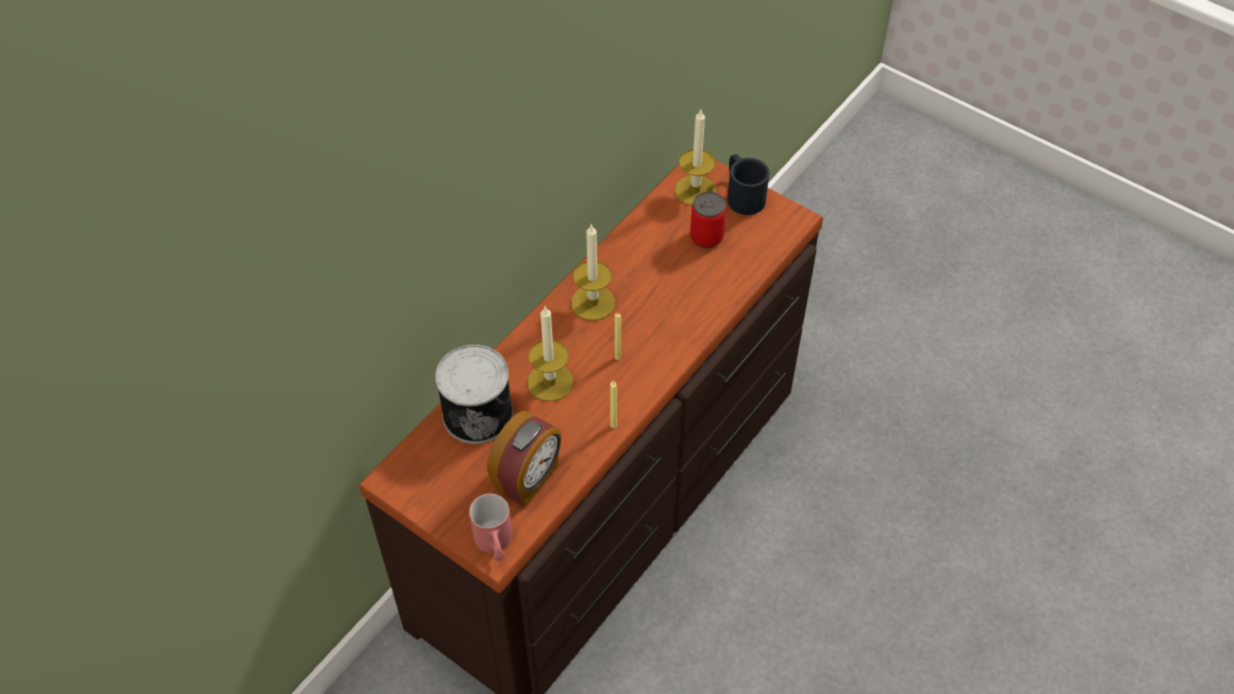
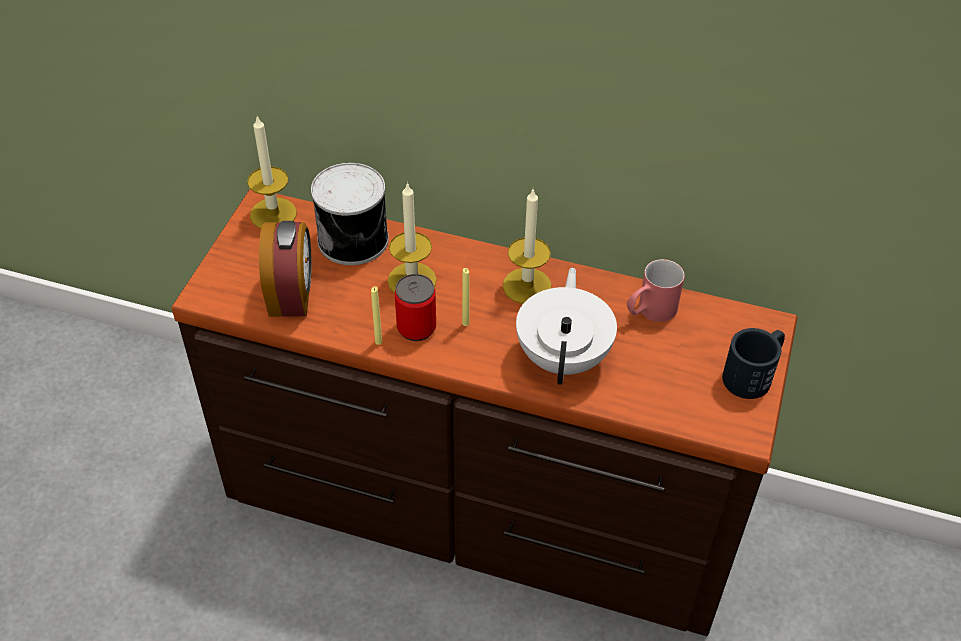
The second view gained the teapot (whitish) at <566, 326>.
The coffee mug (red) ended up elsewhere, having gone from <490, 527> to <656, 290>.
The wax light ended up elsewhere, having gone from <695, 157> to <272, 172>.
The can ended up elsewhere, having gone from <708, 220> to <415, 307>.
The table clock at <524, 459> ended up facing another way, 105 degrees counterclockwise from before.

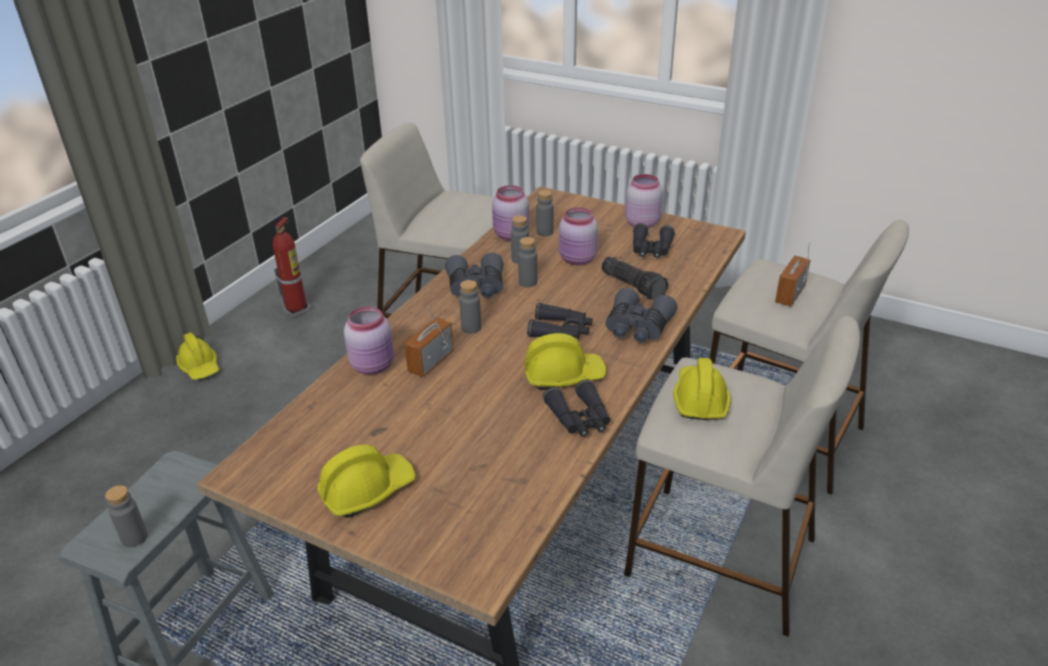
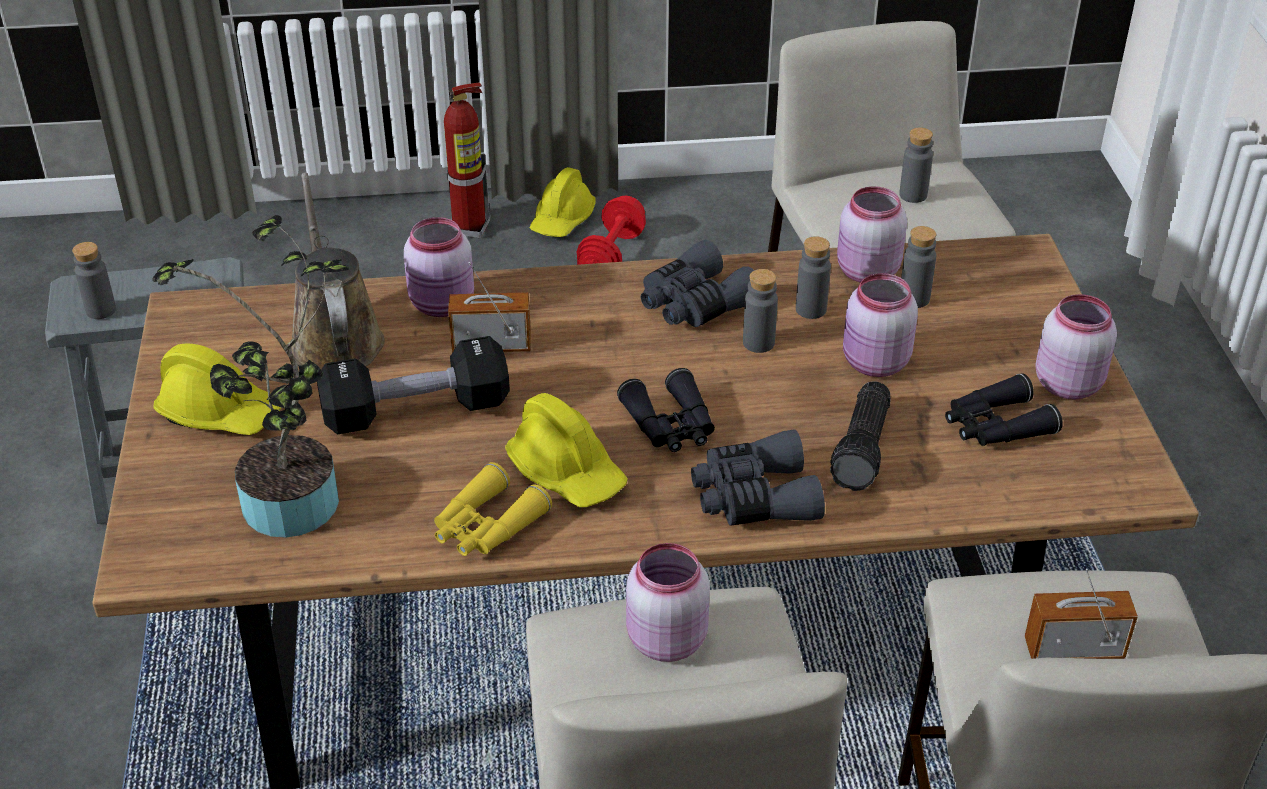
The second view gained the plant in a pot at <250, 376>.
The second view gained the sprinkling can (brown-coloured) at <337, 270>.
The second view gained the hand weight (black) at <413, 385>.
The second view gained the hand weight (red) at <611, 230>.
The extinguisher ended up elsewhere, having gone from <292, 267> to <467, 160>.
The bottle (gray) ended up elsewhere, having gone from <470, 307> to <916, 165>.
Where the safety helmet (yellowish) stood at <702, 389>, the storage jar (pink-coloured) came to stand at <668, 602>.
What was the pair of binoculars (black) at <576, 408> turned into the pair of binoculars (yellowish) at <493, 509>.

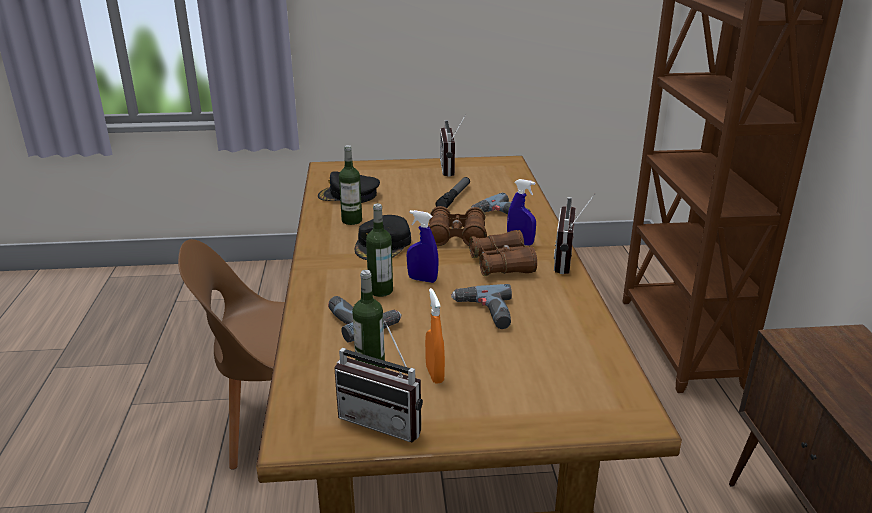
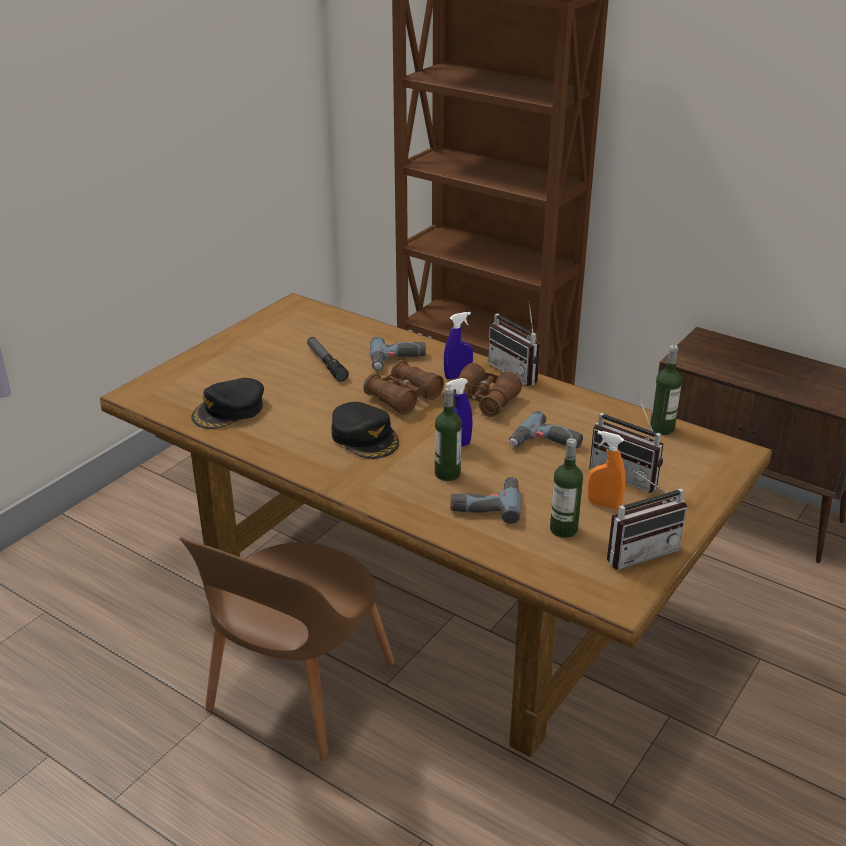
The bottle ended up elsewhere, having gone from <350, 185> to <666, 390>.
The radio receiver ended up elsewhere, having gone from <453, 145> to <626, 444>.

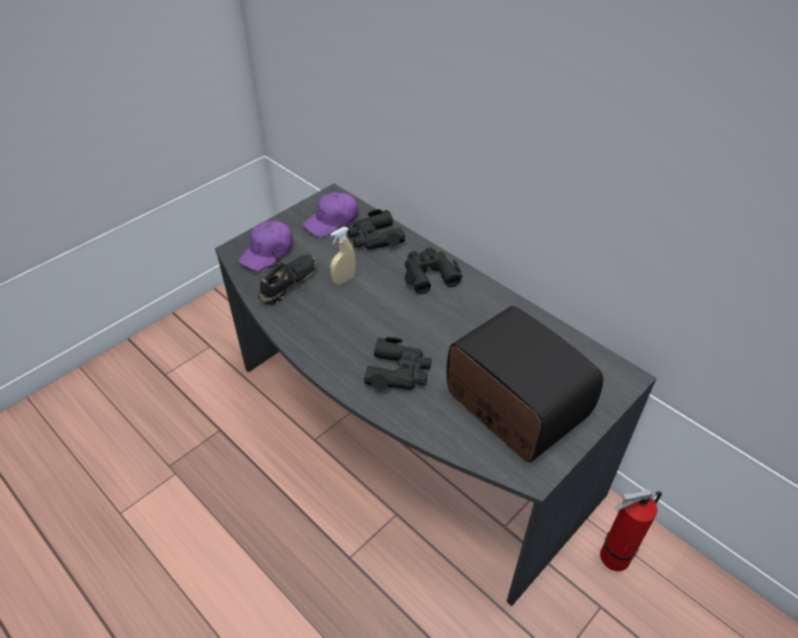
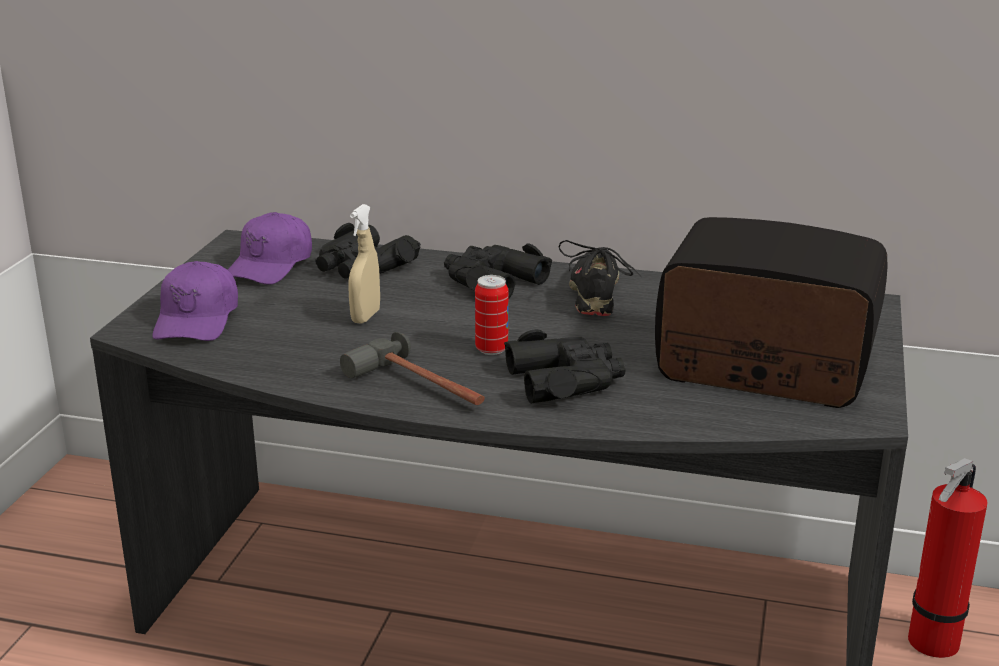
The second view gained the hand hammer at <412, 368>.
The second view gained the can at <492, 315>.
The low shoe (black) ended up elsewhere, having gone from <285, 278> to <600, 278>.

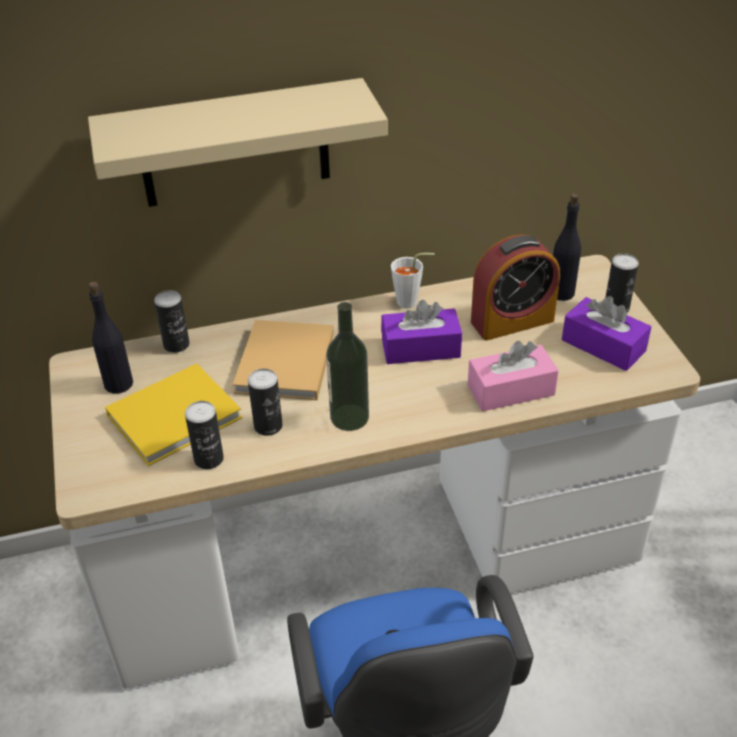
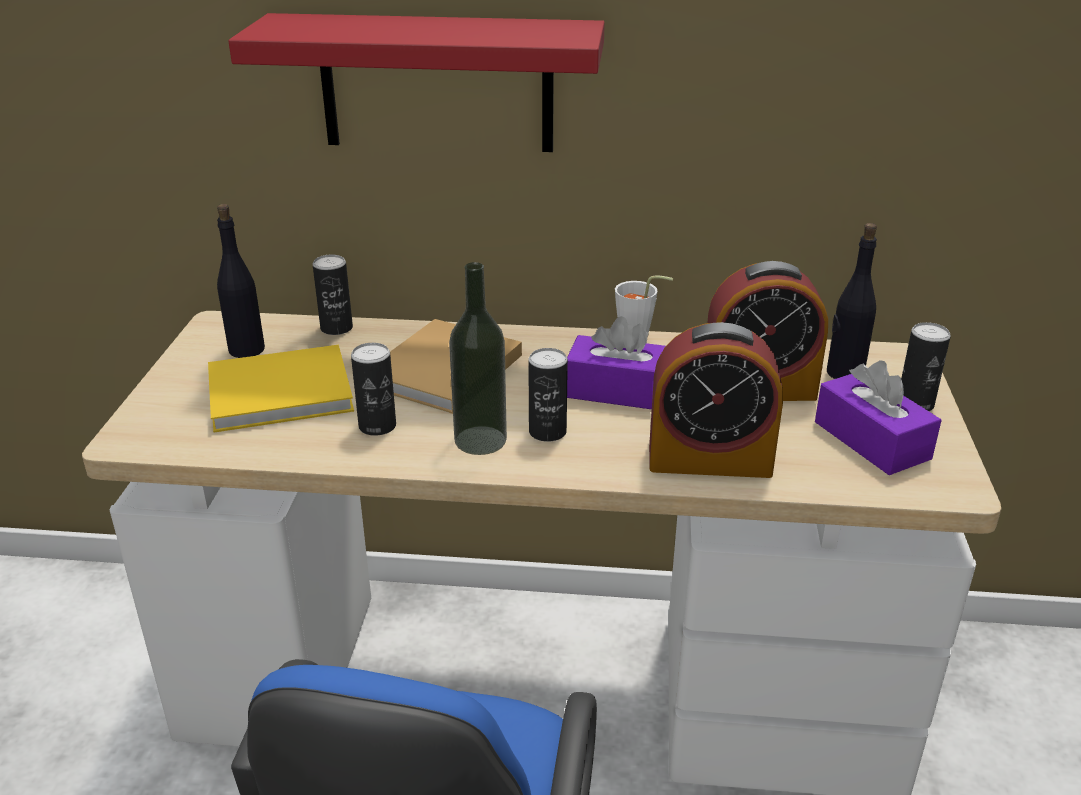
The can ended up elsewhere, having gone from <204, 435> to <548, 395>.
Where the tissue holder (pink-coloured) stood at <513, 376>, the table clock came to stand at <716, 400>.
What was the wall shelf (sand-coloured) at <238, 142> turned into the wall shelf (red) at <416, 82>.

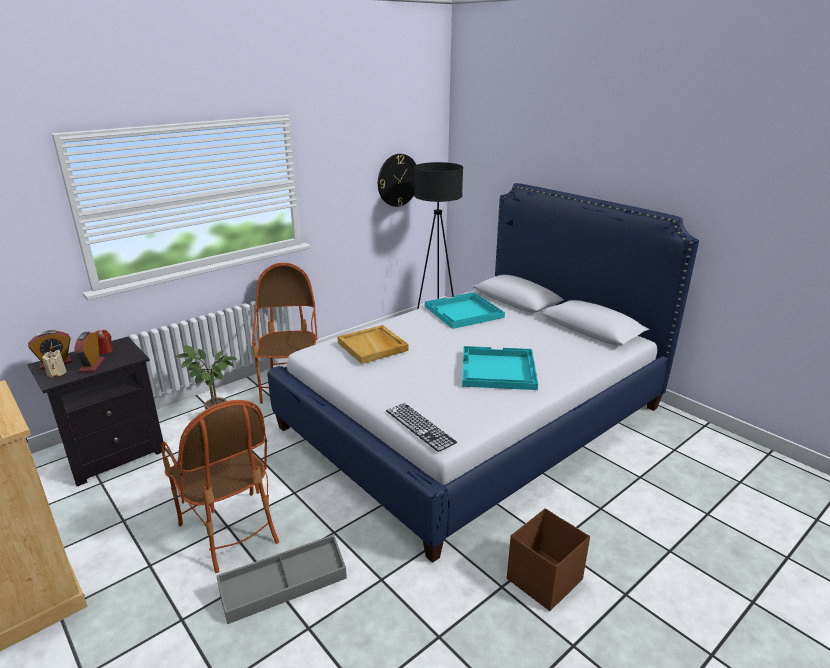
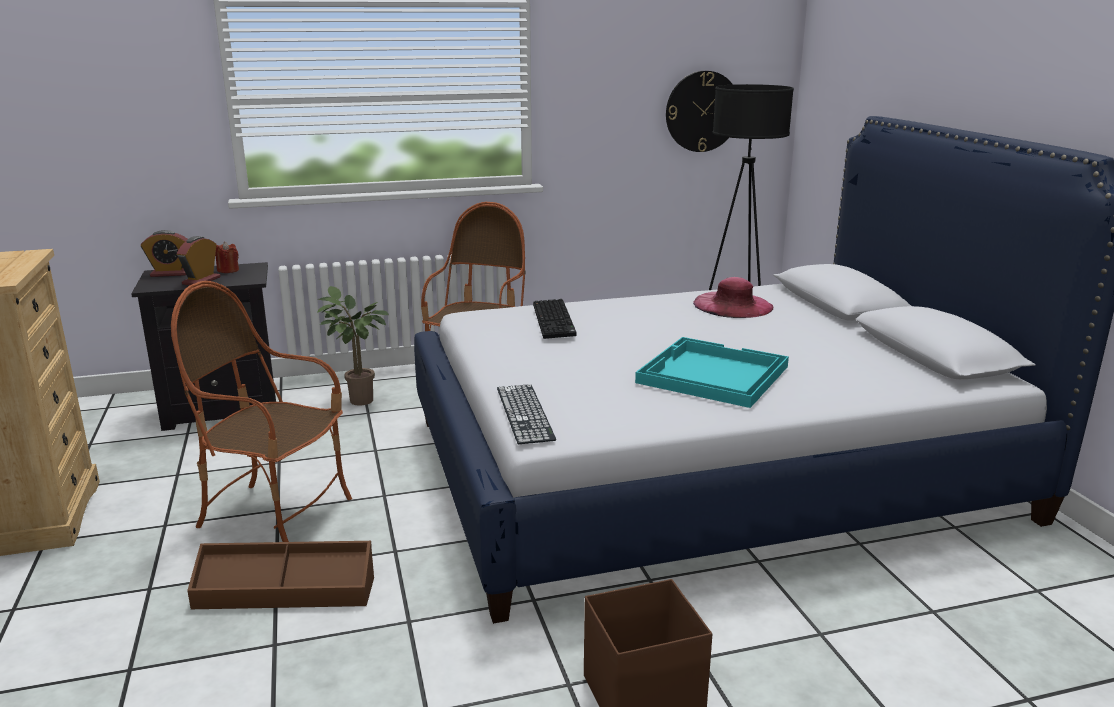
The second view lost the wax light (sand-coloured) at <54, 364>.
Where the tray (sand-coloured) stood at <373, 344>, the keyboard came to stand at <555, 319>.
Where the tray (turquoise) stood at <465, 310>, the clothing hat (pink-coloured) came to stand at <733, 297>.
What was the storage box (gray) at <281, 579> turned into the storage box (brown-coloured) at <280, 575>.
The armchair at <220, 486> ended up facing another way, 120 degrees clockwise from before.

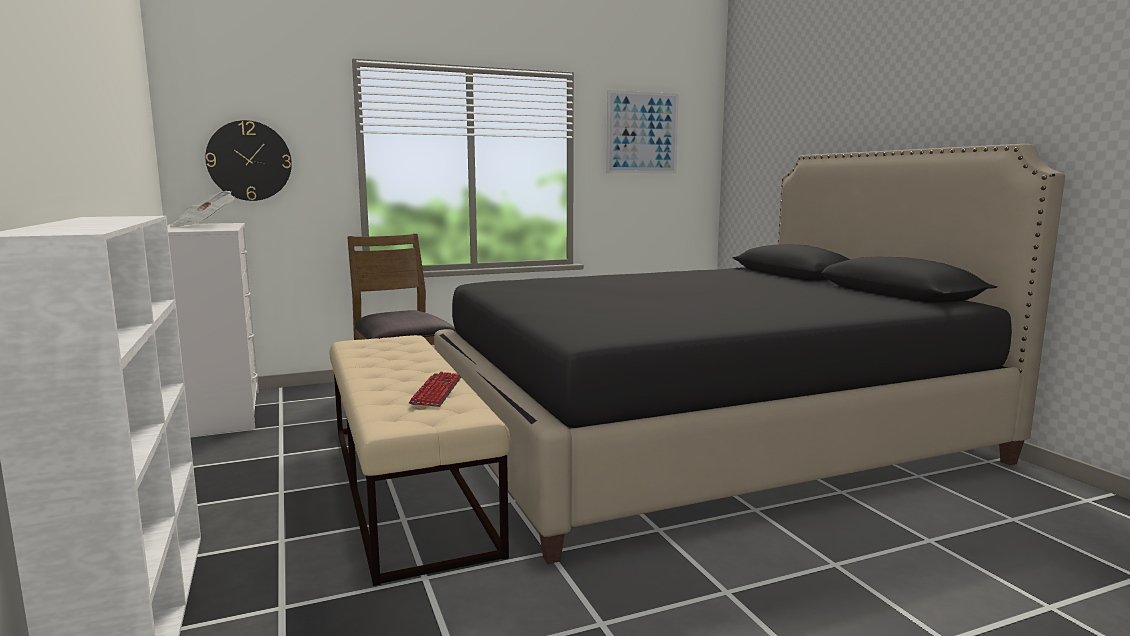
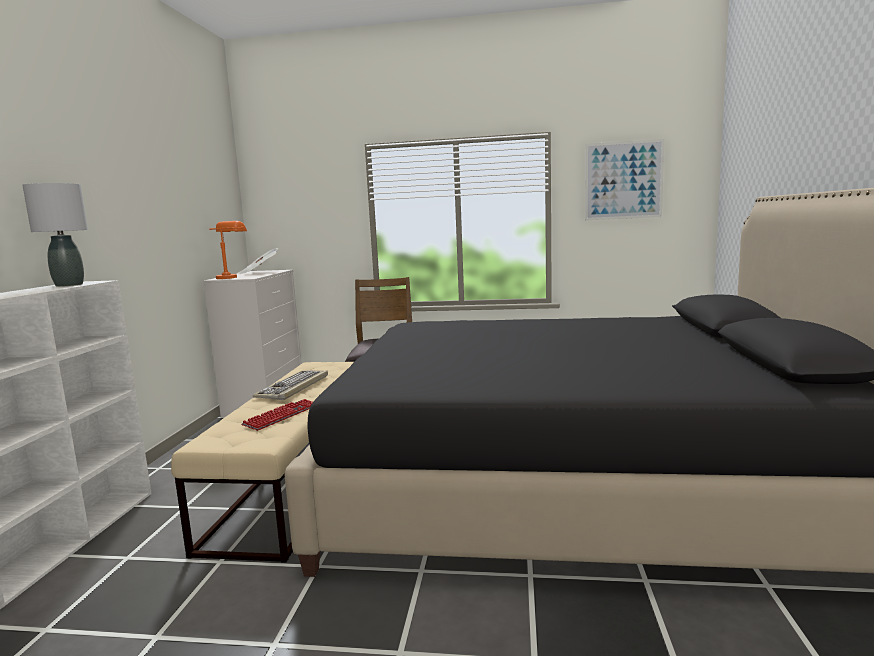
The second view lost the hanging clock at <248, 160>.
The second view gained the table lamp (gray) at <55, 235>.
The second view gained the table lamp (orangey) at <228, 250>.
The second view gained the keyboard at <290, 385>.

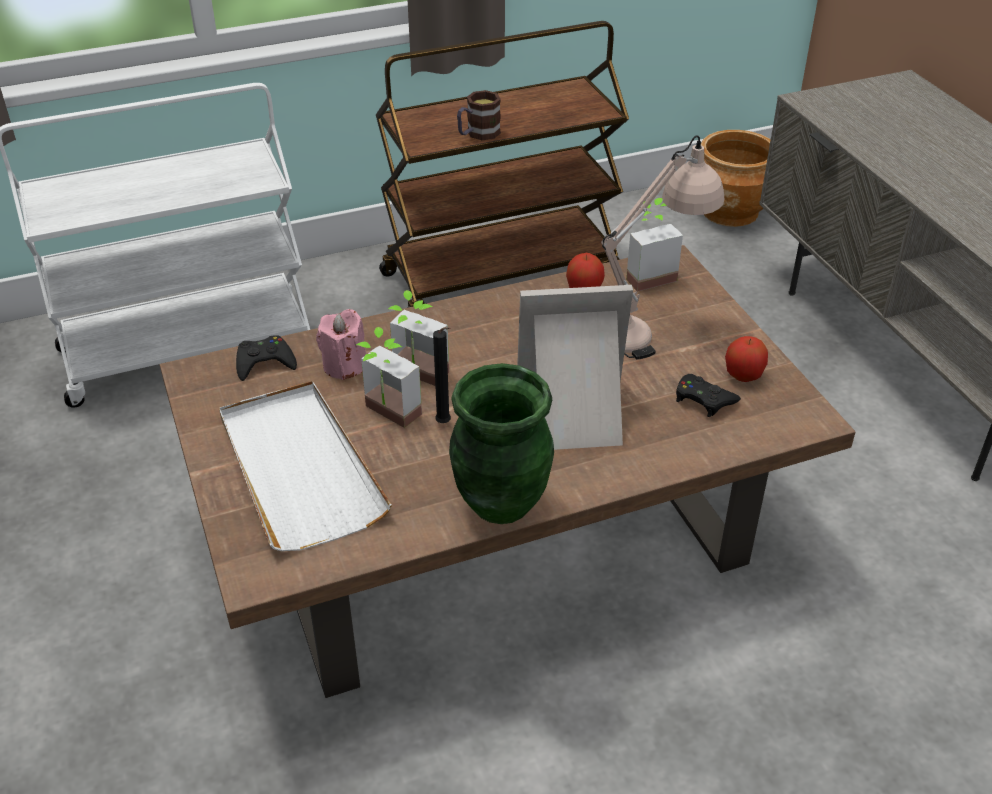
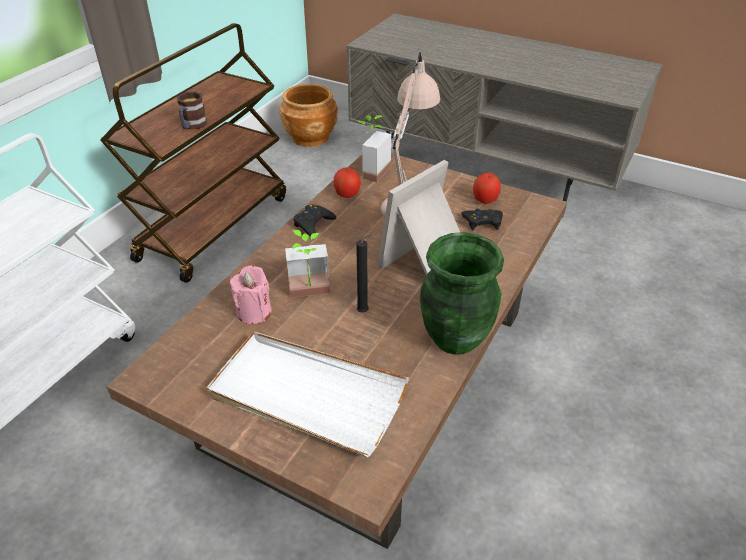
The second view lost the plant in a pot at <389, 377>.
The gamepad (black) ended up elsewhere, having gone from <266, 358> to <314, 220>.

